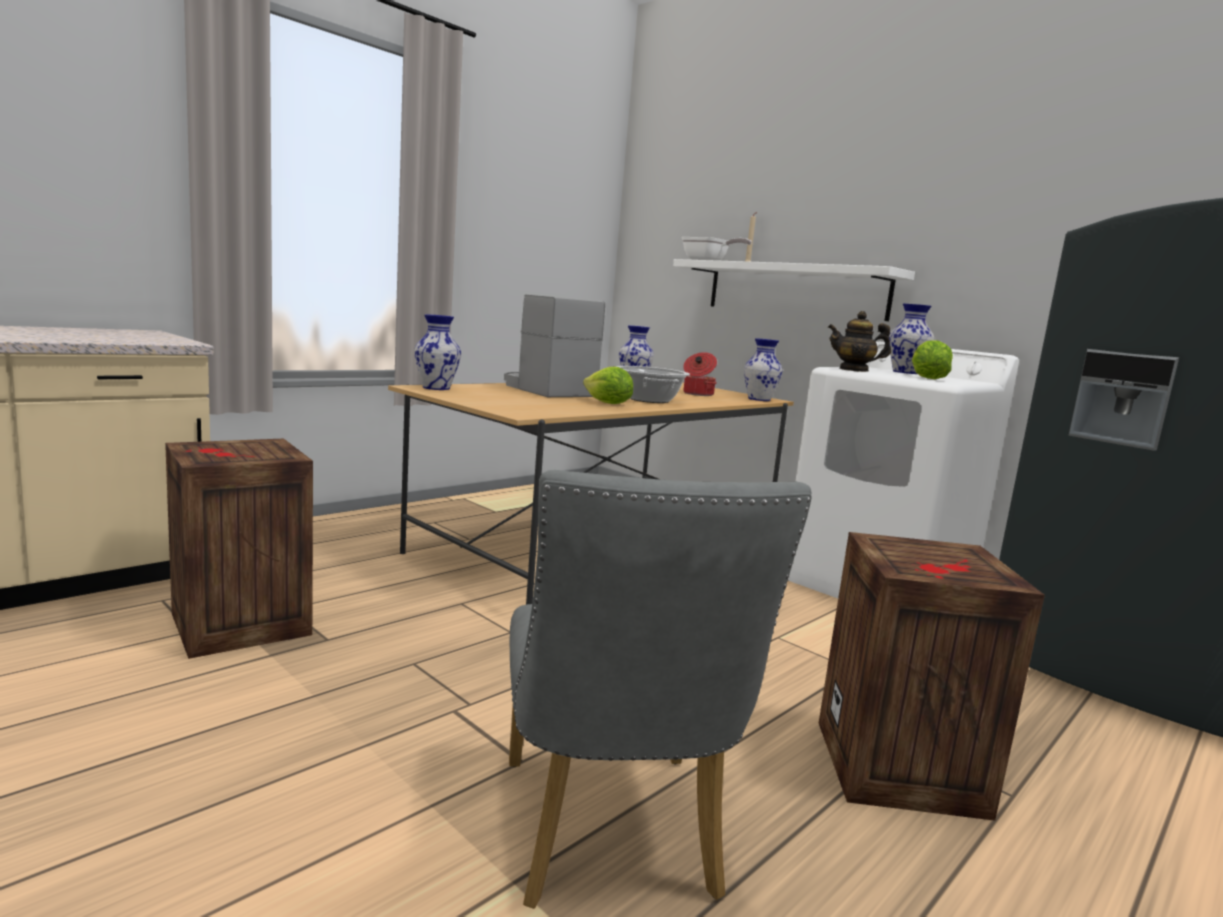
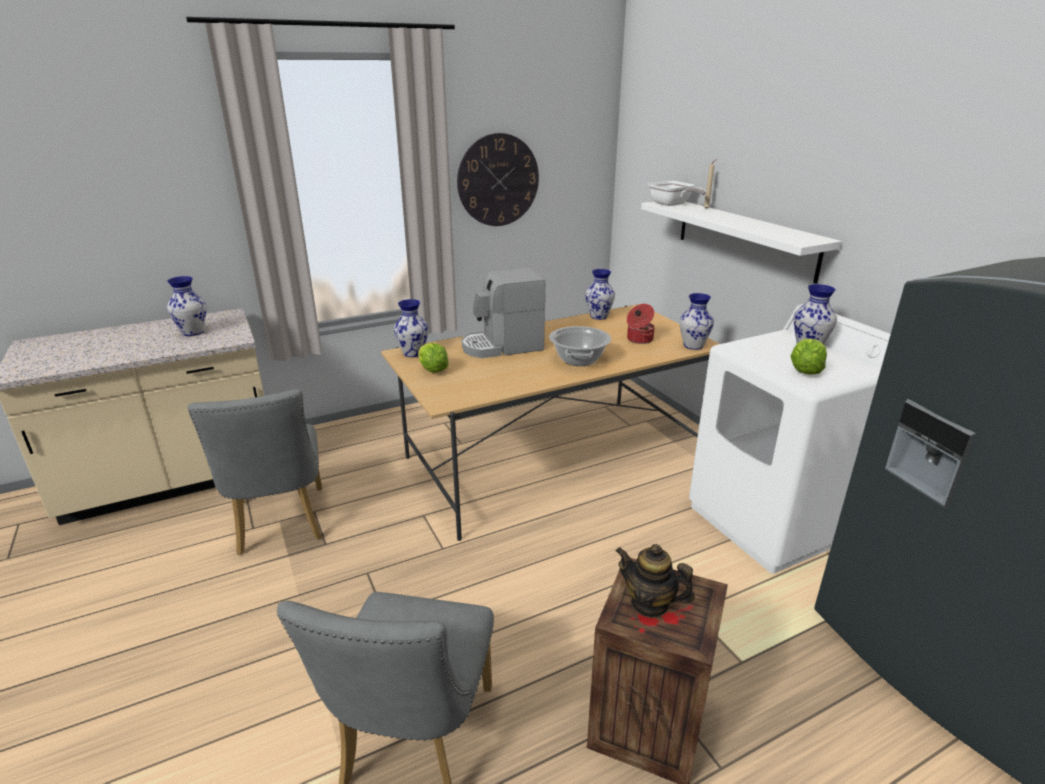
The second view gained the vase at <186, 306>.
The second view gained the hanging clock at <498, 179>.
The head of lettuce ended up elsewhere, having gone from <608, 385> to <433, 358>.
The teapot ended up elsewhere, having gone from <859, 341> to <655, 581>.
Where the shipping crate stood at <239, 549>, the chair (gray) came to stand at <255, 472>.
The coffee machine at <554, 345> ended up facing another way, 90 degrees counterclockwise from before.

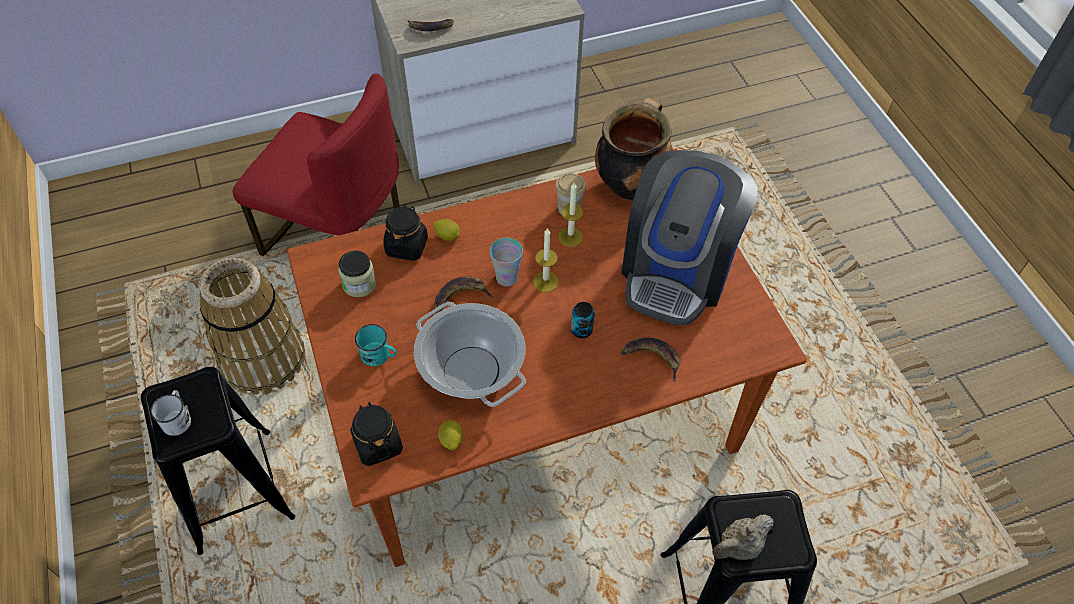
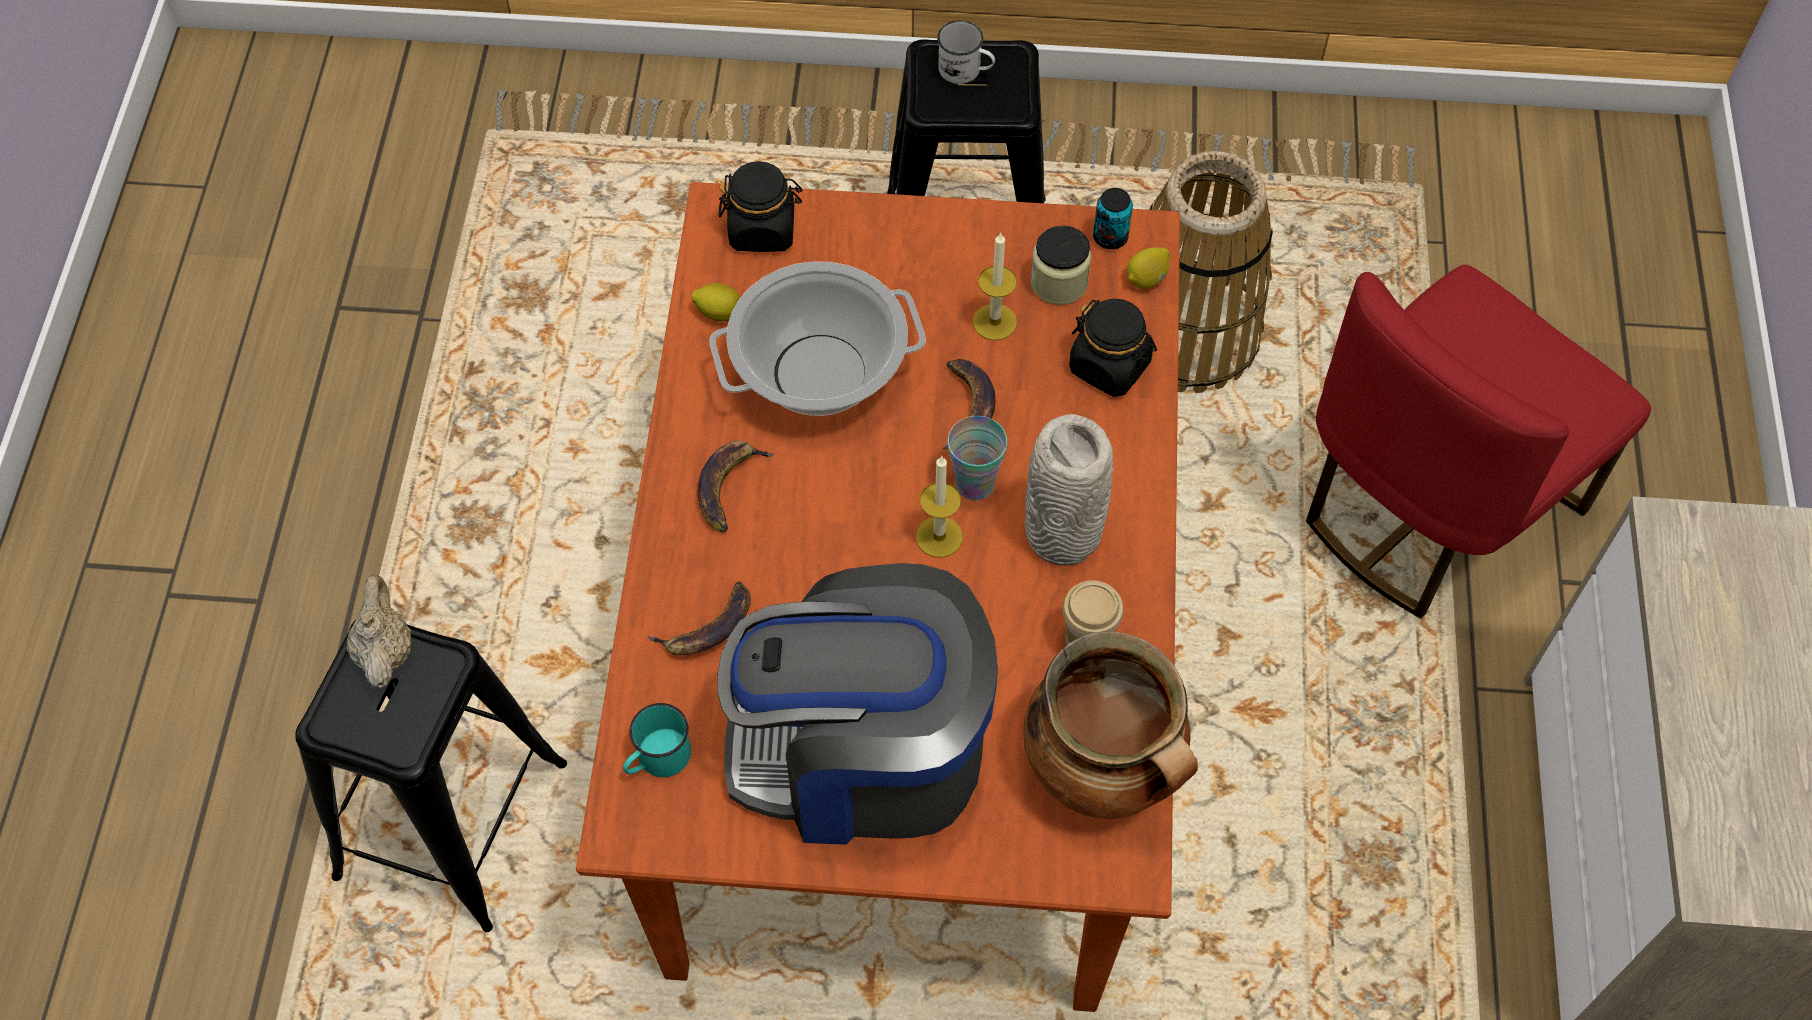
The second view gained the vase (gray) at <1069, 490>.
The coffee mug (turquoise) ended up elsewhere, having gone from <376, 345> to <657, 740>.
The banana ended up elsewhere, having gone from <431, 25> to <736, 487>.
The citrus fruit ended up elsewhere, having gone from <446, 230> to <1148, 268>.
The wax light ended up elsewhere, having gone from <570, 215> to <995, 286>.
The can ended up elsewhere, having gone from <583, 320> to <1113, 218>.
The coffee machine at <689, 238> ended up facing another way, 45 degrees counterclockwise from before.

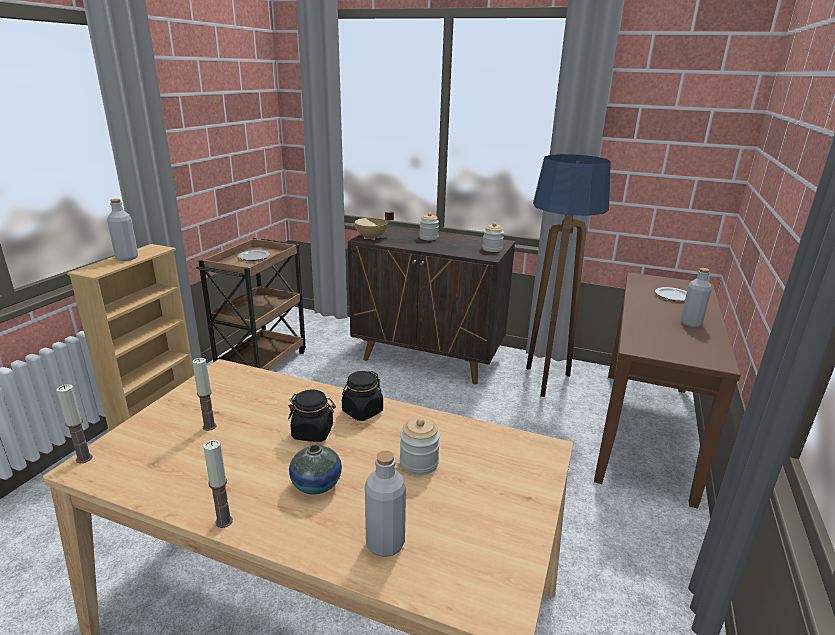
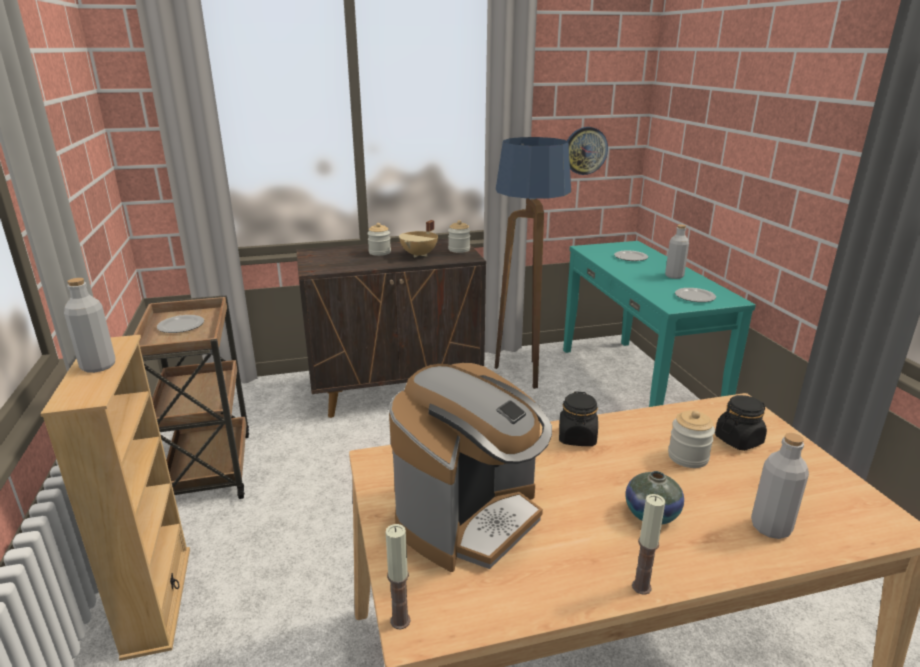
The second view gained the hanging clock at <587, 151>.
The second view gained the dinner plate at <695, 295>.
The storage jar (black) ended up elsewhere, having gone from <312, 415> to <741, 423>.
The saucepot (sand-coloured) ended up elsewhere, having gone from <373, 225> to <418, 239>.
Where the wax light stood at <204, 394>, the coffee machine came to stand at <470, 467>.
What was the console table (brown-coloured) at <667, 390> turned into the console table (turquoise) at <659, 324>.

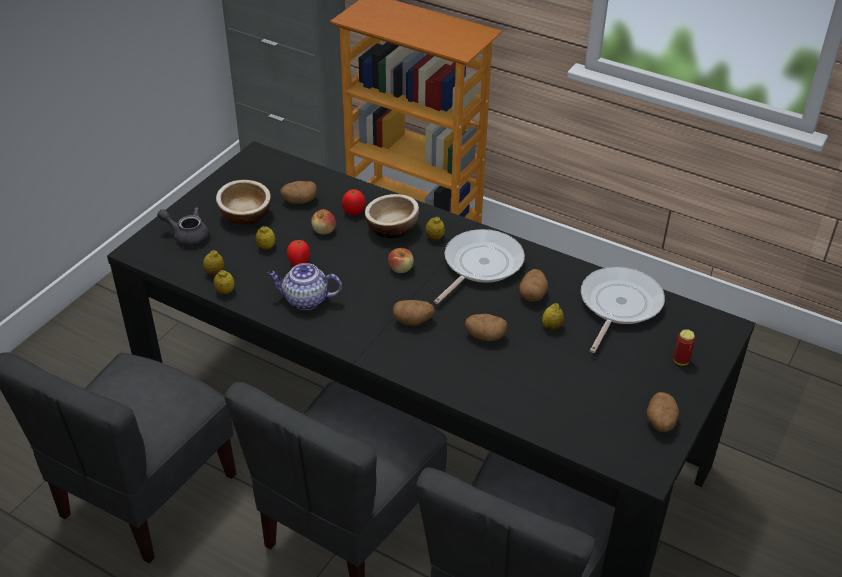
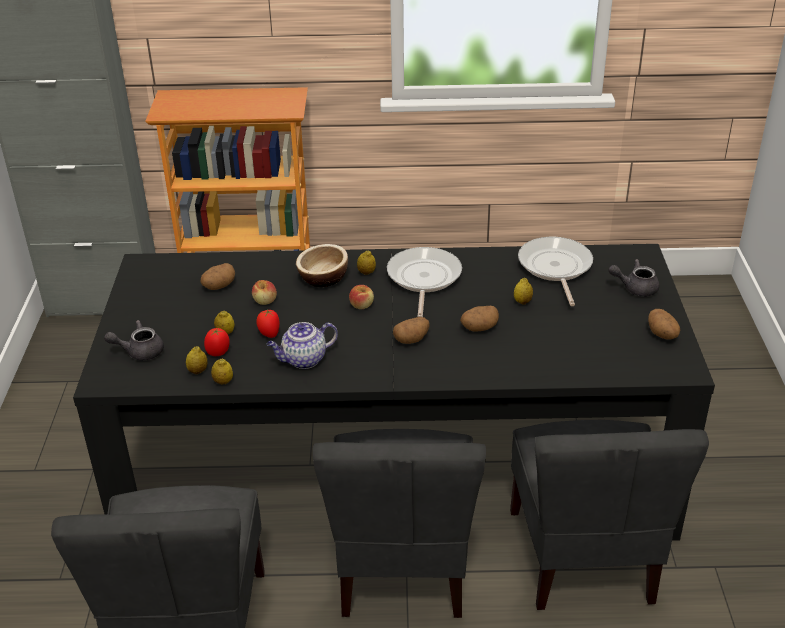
The second view lost the serving bowl at <243, 202>.
The second view lost the potato at <533, 285>.
The tomato ended up elsewhere, having gone from <354, 202> to <217, 342>.
Where the can stood at <684, 347>, the teapot (gray) came to stand at <634, 277>.

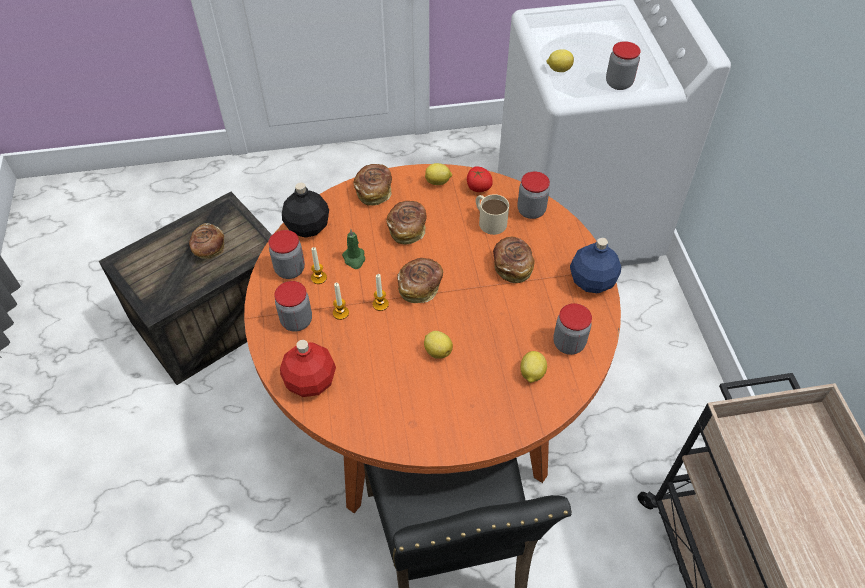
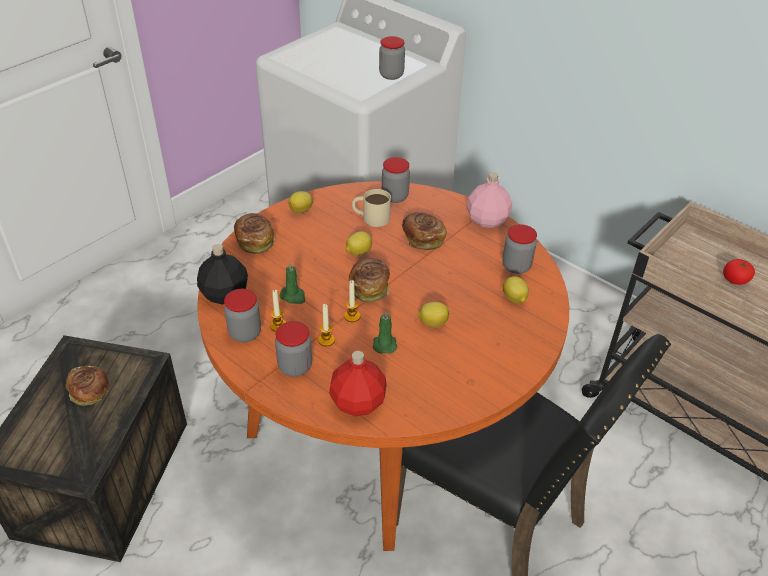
The second view lost the baked bread at <406, 222>.
The second view gained the wax light (green) at <385, 332>.
The tomato ended up elsewhere, having gone from <480, 179> to <739, 272>.
The citrus fruit ended up elsewhere, having gone from <560, 60> to <359, 243>.
What was the bottle (blue) at <595, 265> turned into the bottle (pink-coloured) at <489, 200>.

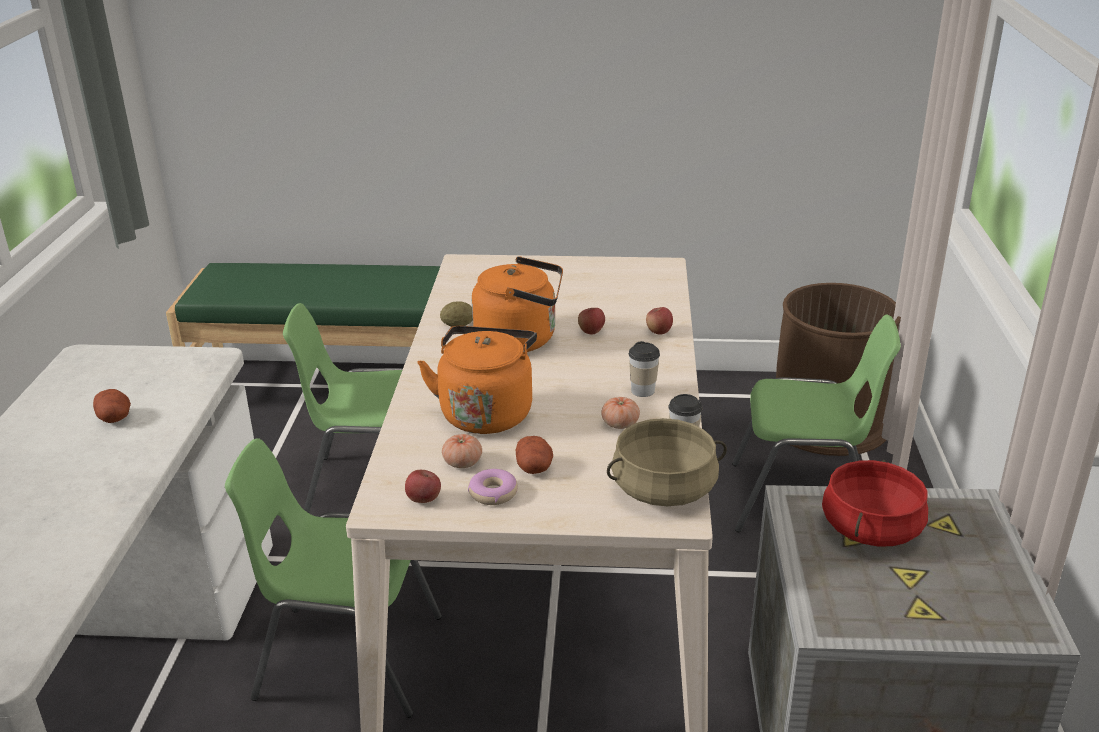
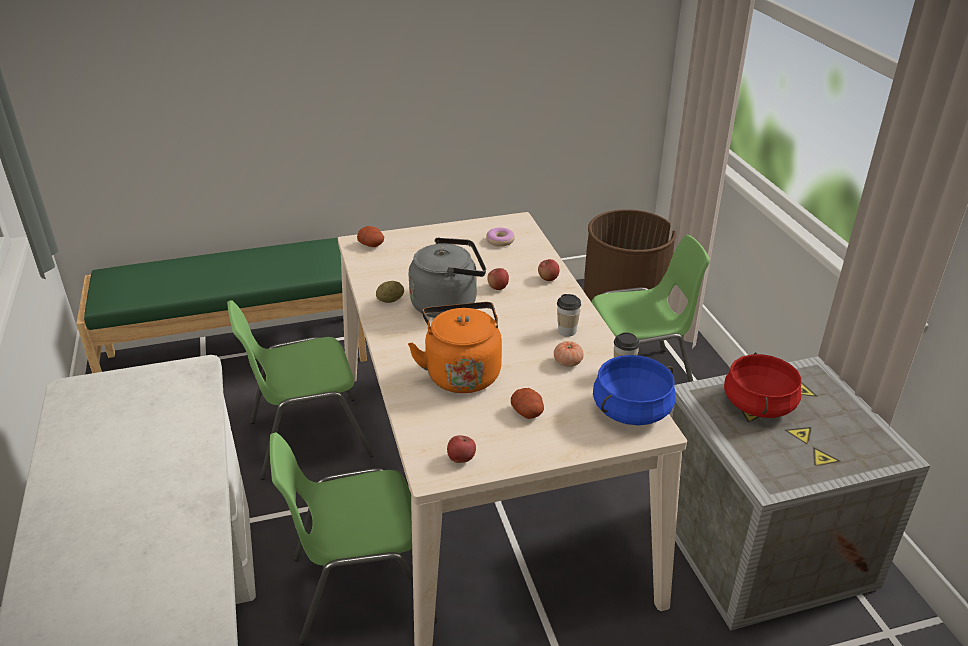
The second view lost the tomato at <462, 451>.
The potato ended up elsewhere, having gone from <112, 406> to <370, 236>.
The doughnut ended up elsewhere, having gone from <493, 487> to <500, 237>.
What was the tea kettle (orangey) at <517, 304> turned into the tea kettle (gray) at <447, 277>.
What was the saucepot (sand-coloured) at <667, 462> turned into the saucepot (blue) at <634, 390>.

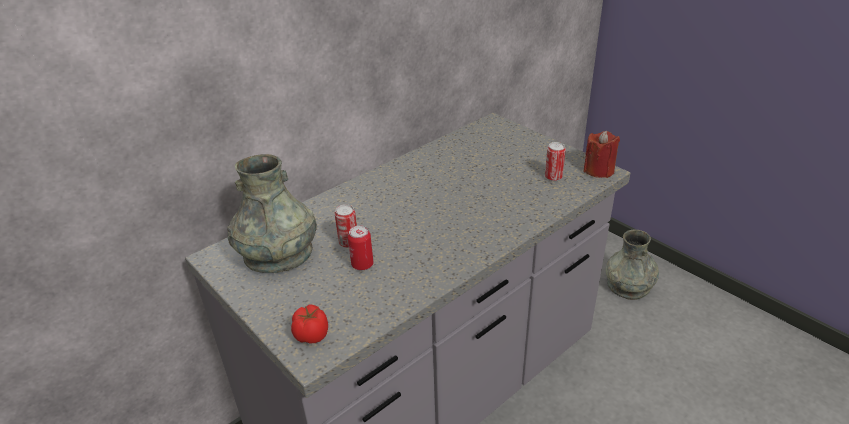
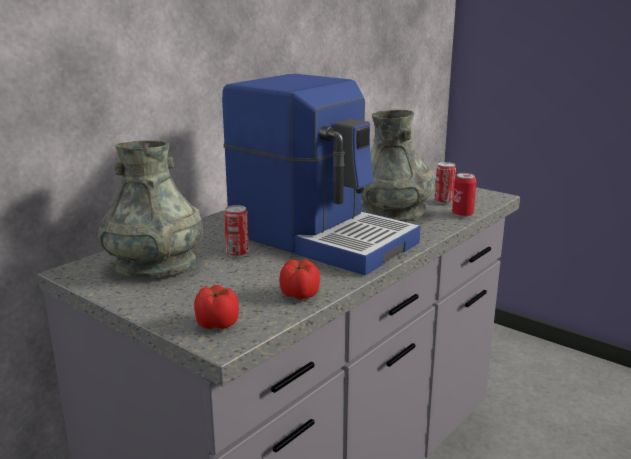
The second view lost the wax light (red) at <601, 154>.
The second view gained the coffee machine at <321, 174>.
The second view gained the tomato at <299, 279>.
The can ended up elsewhere, having gone from <360, 247> to <464, 195>.
The vase (gray) ended up elsewhere, having gone from <632, 265> to <398, 166>.

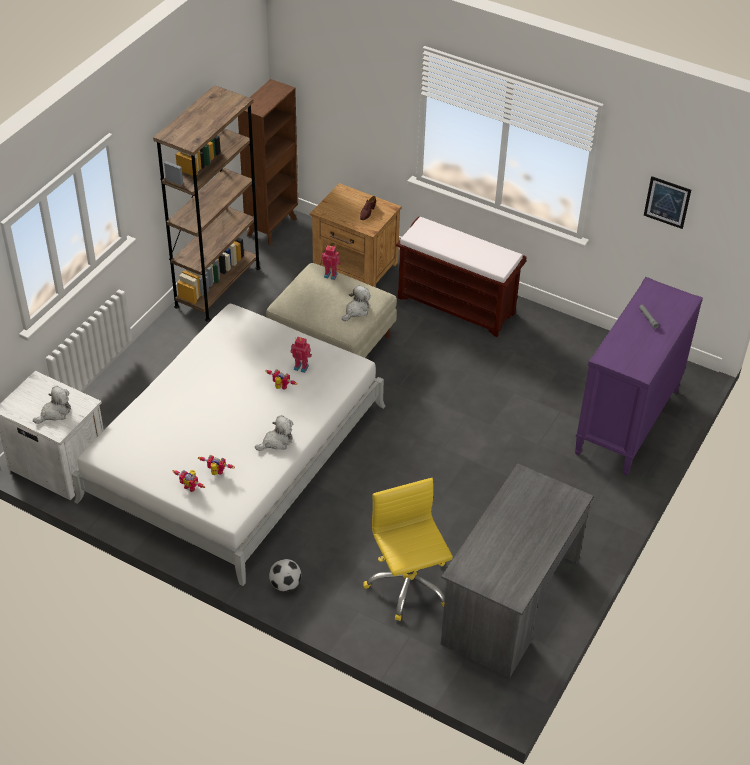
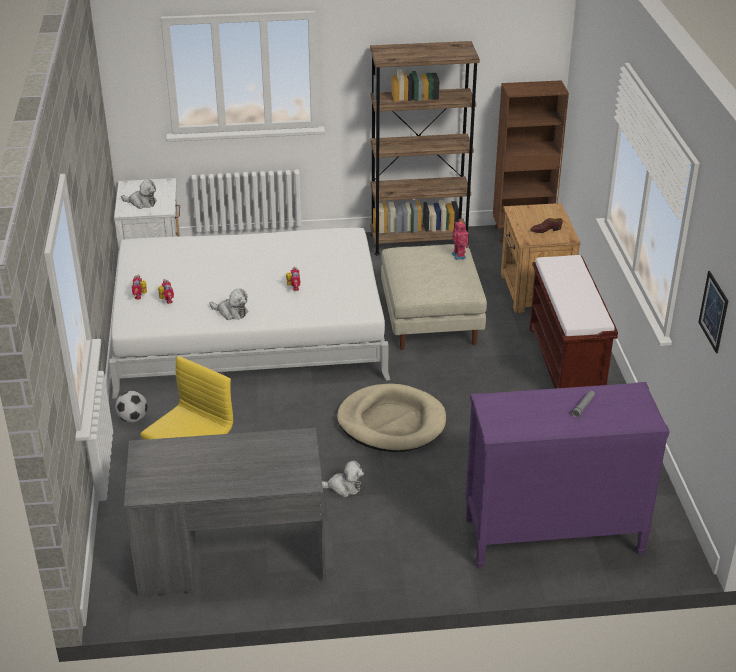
The second view lost the toy robot at <301, 355>.
The second view gained the pet bed (sand-coloured) at <391, 418>.
The plush toy ended up elsewhere, having gone from <356, 303> to <343, 478>.

